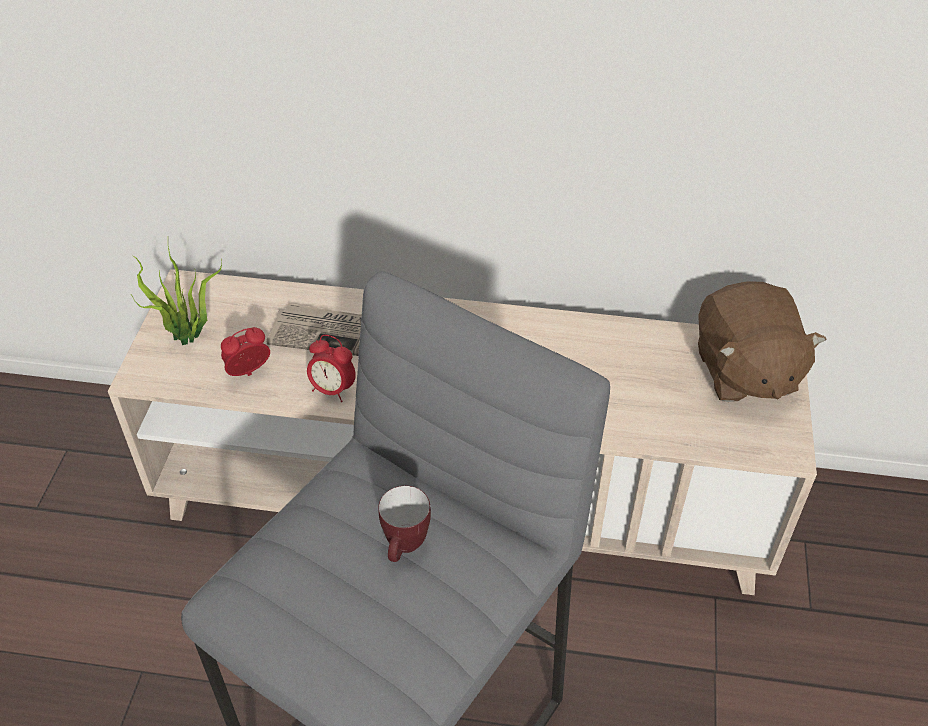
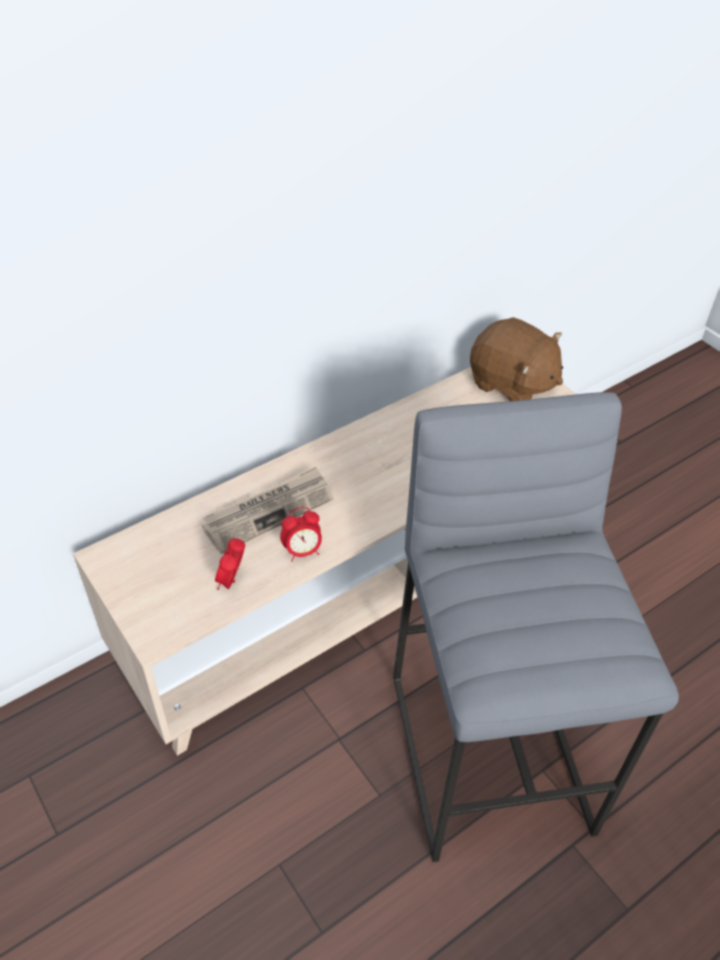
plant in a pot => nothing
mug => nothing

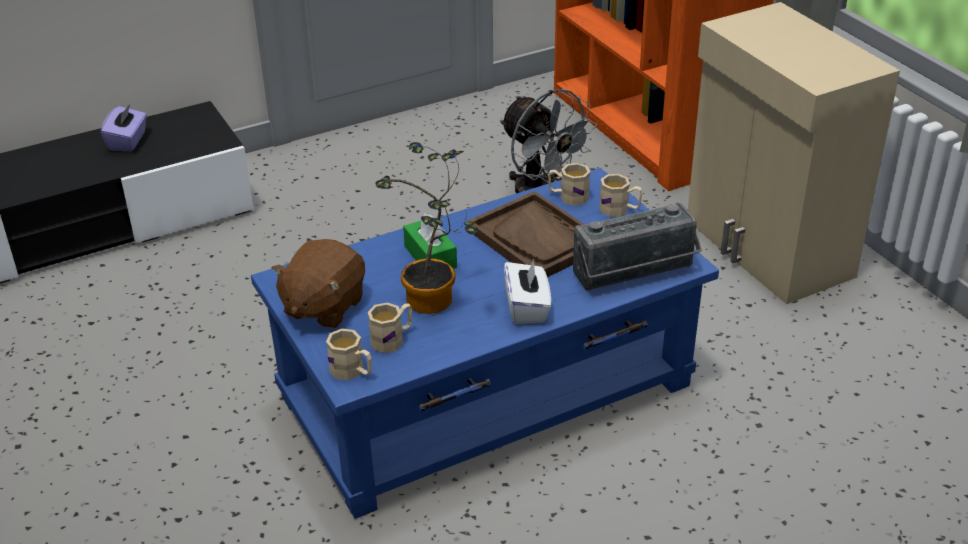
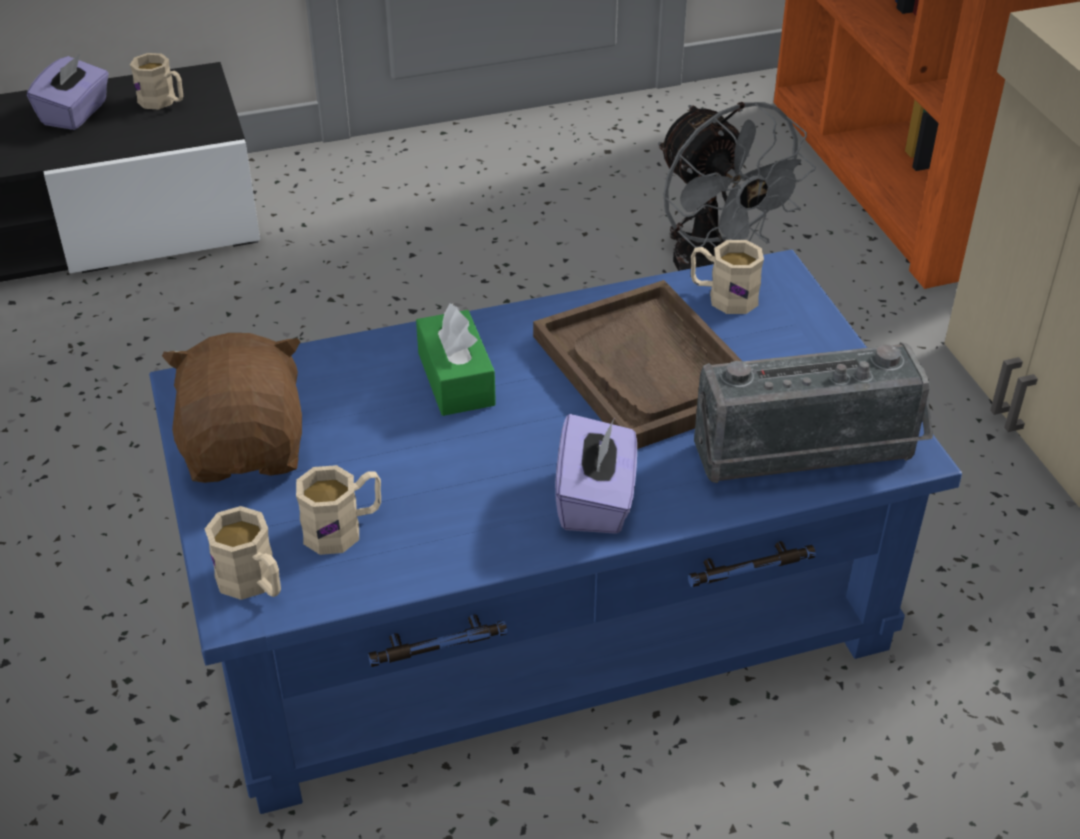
brown-coloured soft toy, 135 degrees clockwise
plant in a pot => nothing
white-coloured tissue holder => purple tissue holder (2nd from left)
beige mug (4th from left in the first image) => beige mug (1st from left), move

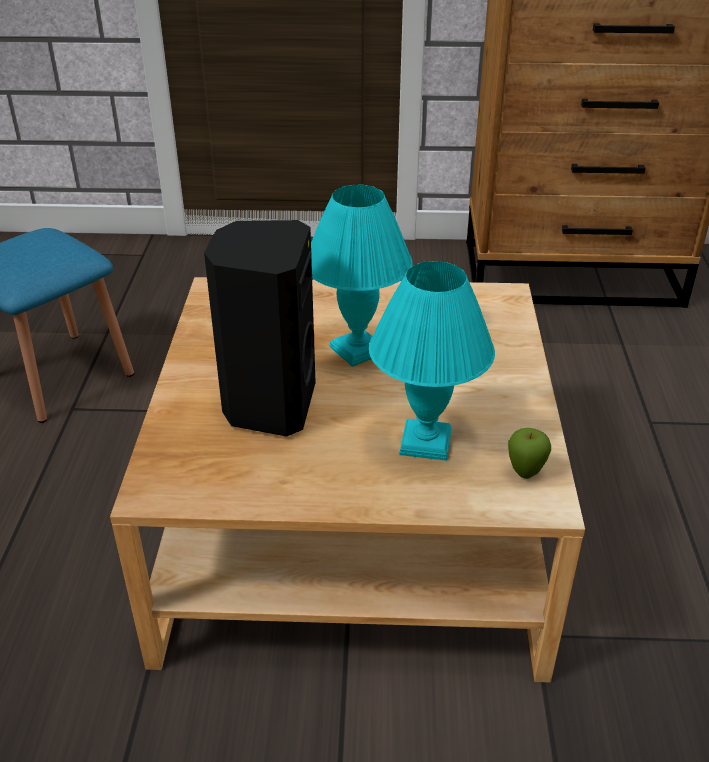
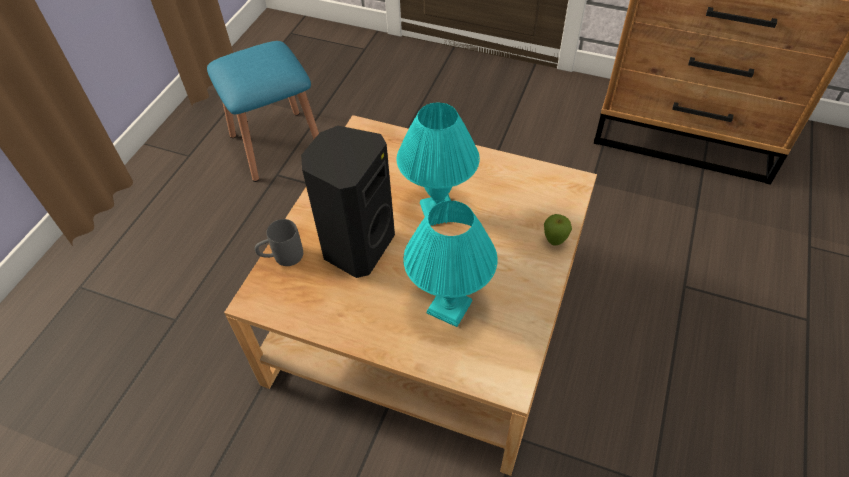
apple, move
nothing => gray mug

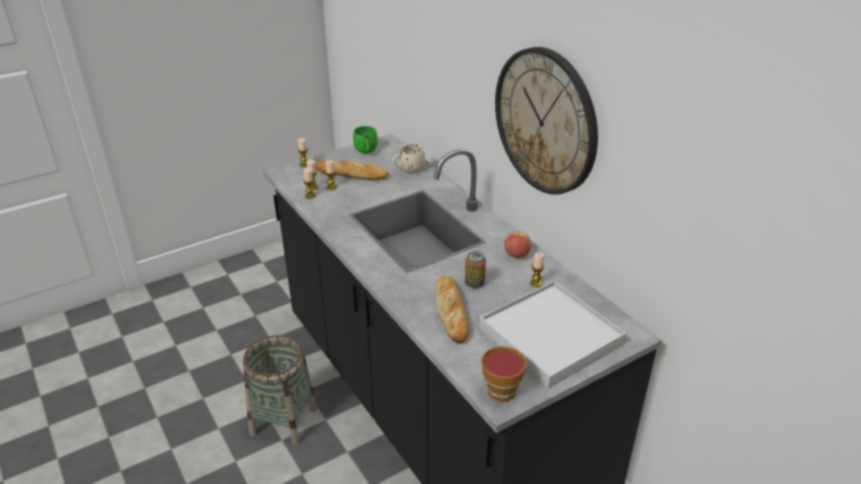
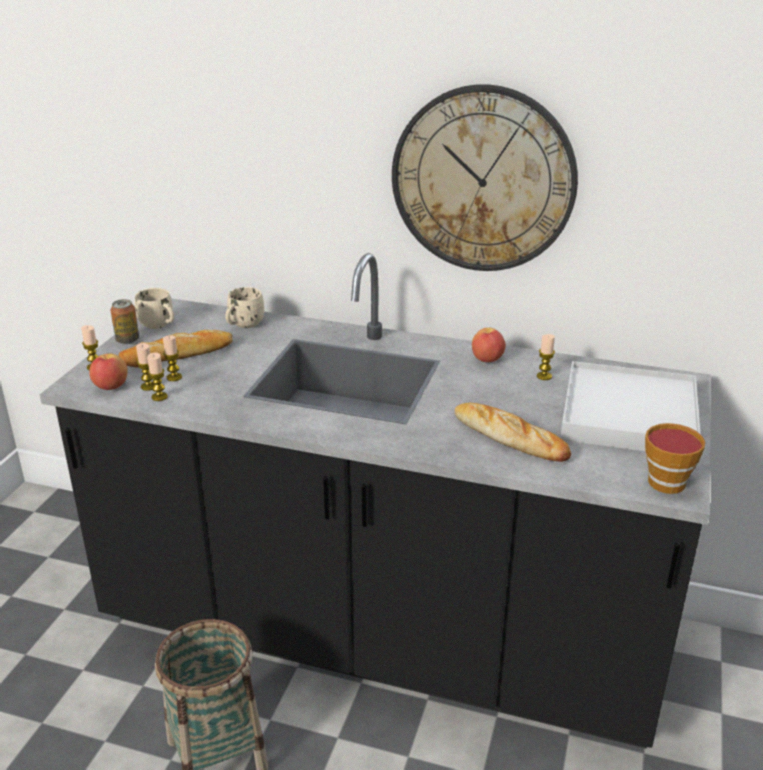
green-coloured mug => beige mug (1st from left)
can, move
nothing => apple (1st from left)

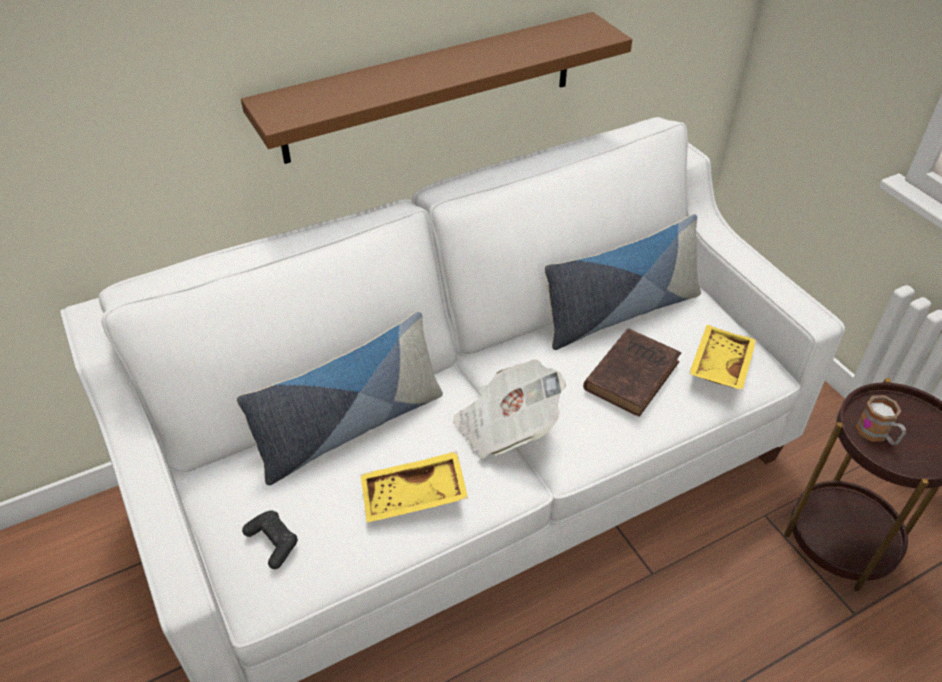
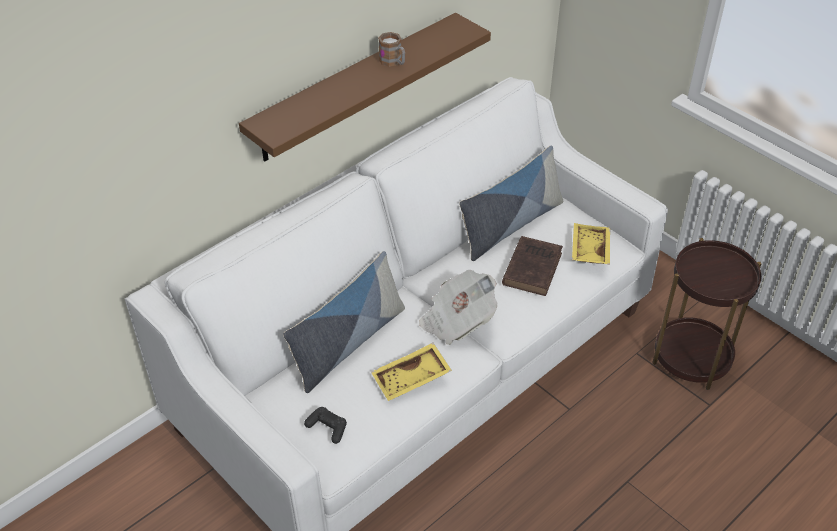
mug, move

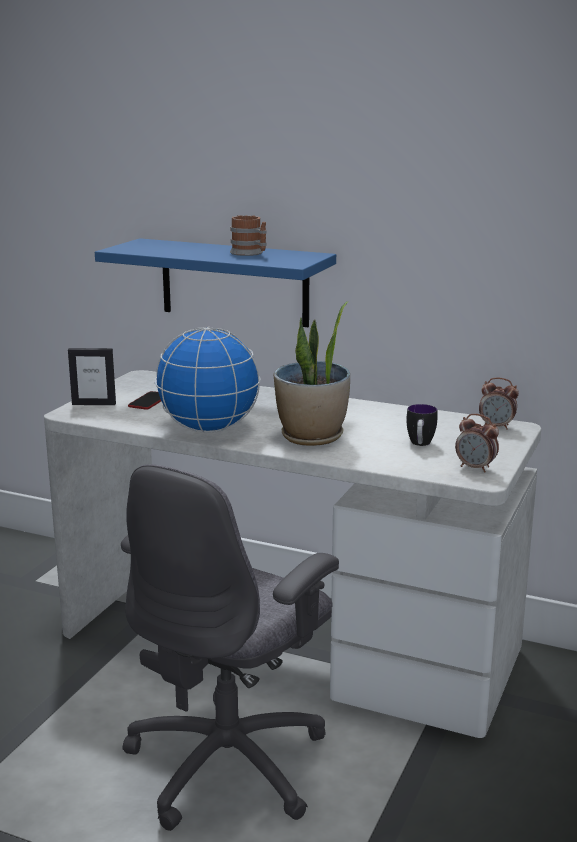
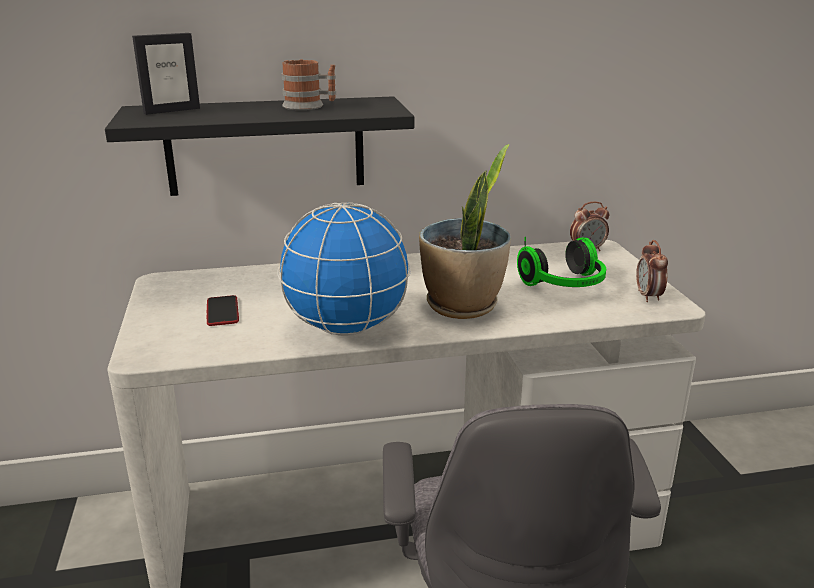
standing frame, move
blue shelf => blackish shelf
mug (2nd from left) => pair of headphones
table clock (1st from left in the first image) => table clock (2nd from left), 90 degrees clockwise

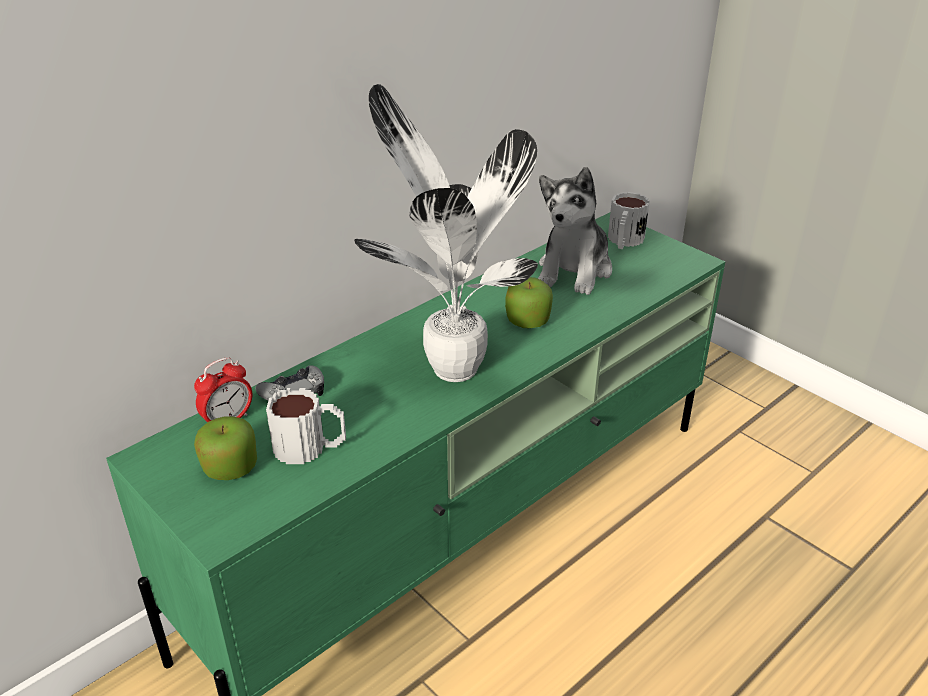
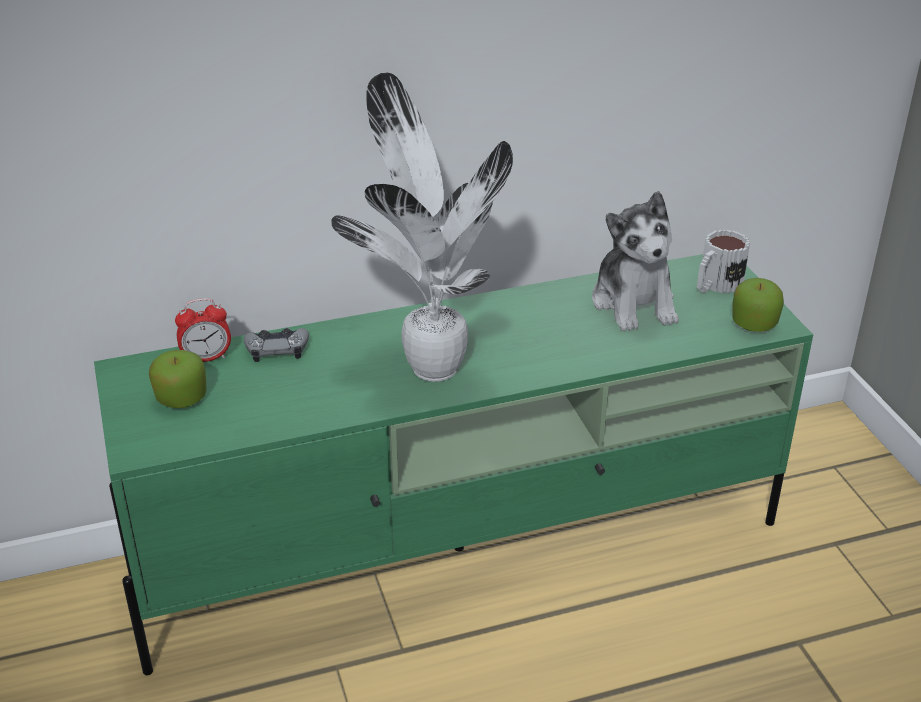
mug (1st from left) => nothing
apple (2nd from left), move
soft toy, 60 degrees counterclockwise

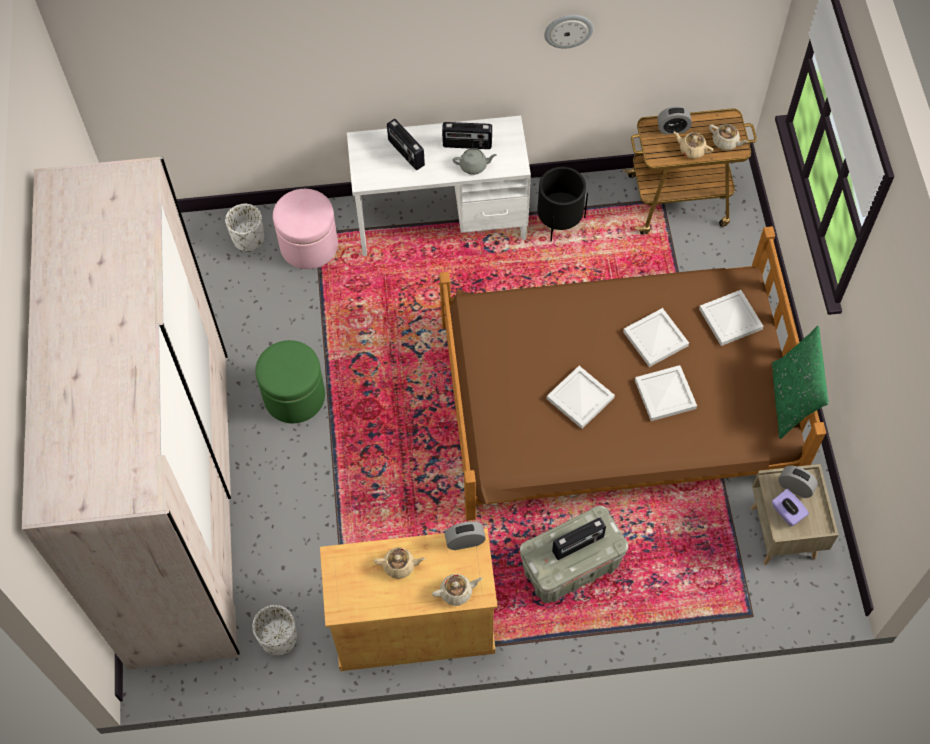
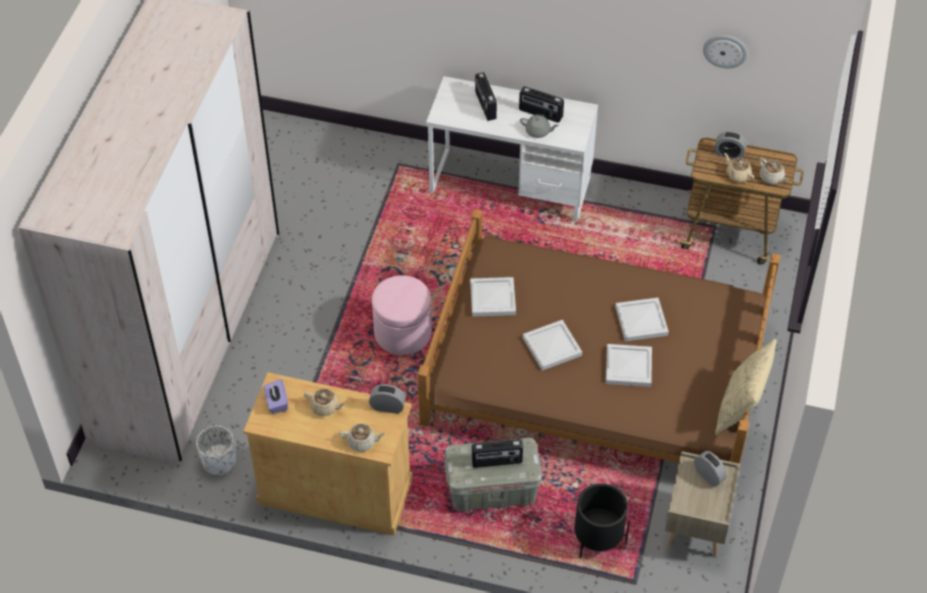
white-coloured planter (1st from left) => nothing
green-coloured footrest => nothing
pink footrest, move
blackish planter, move
clock on the wall, move
white-coloured serving tray (4th from left in the first image) => white-coloured serving tray (1st from left), move
green-coloured throw pillow => beige throw pillow
purple tissue holder, move

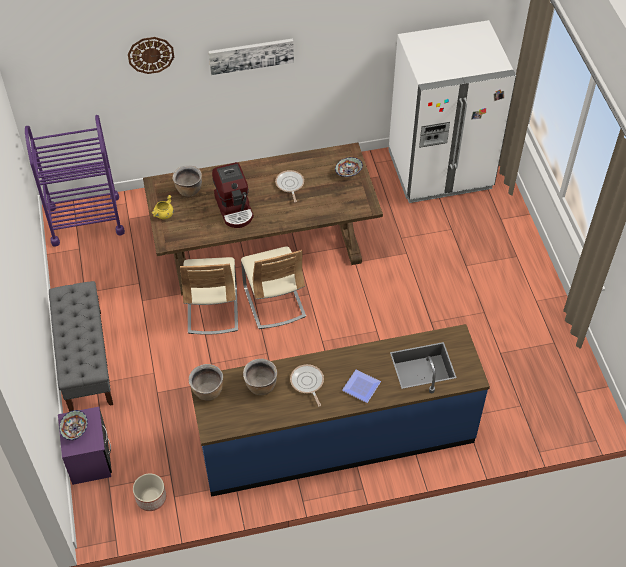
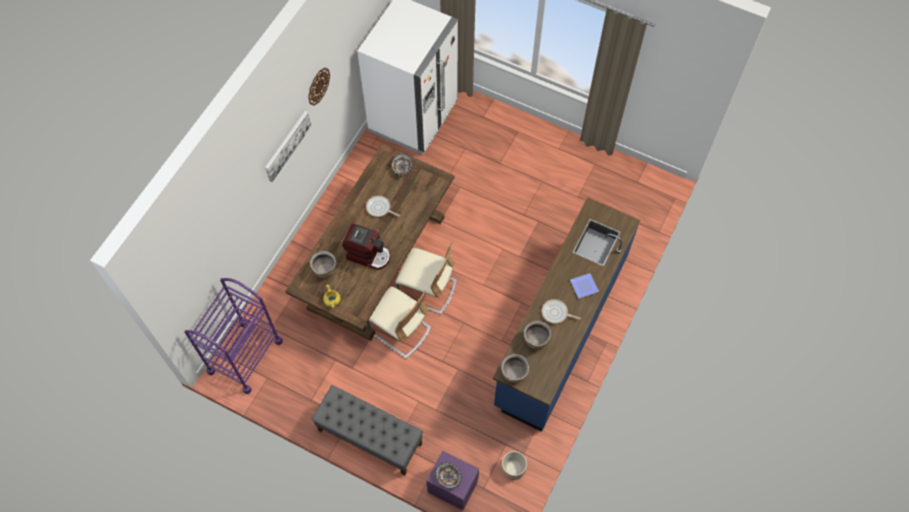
clock on the wall, move

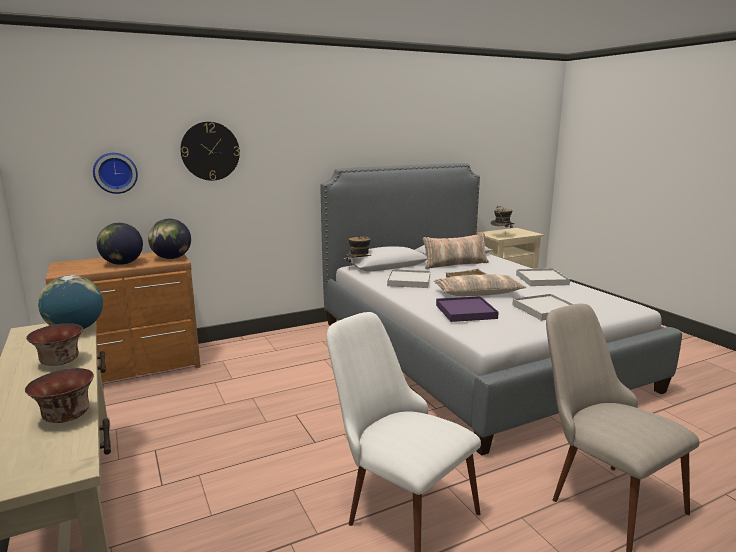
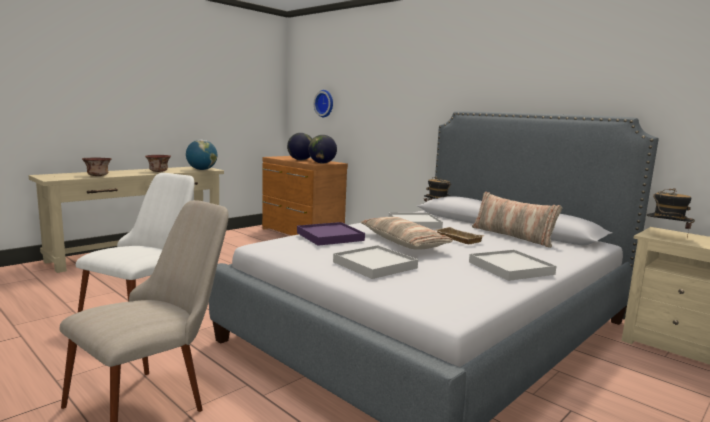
clock on the wall (2nd from left) => nothing

